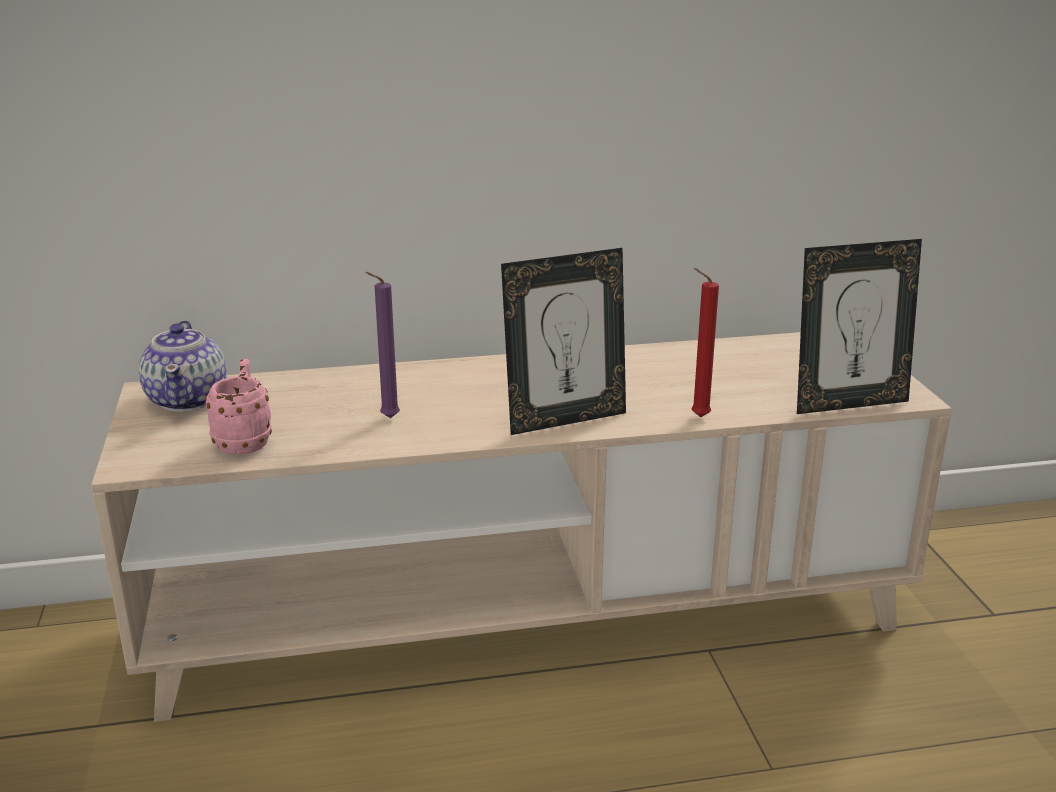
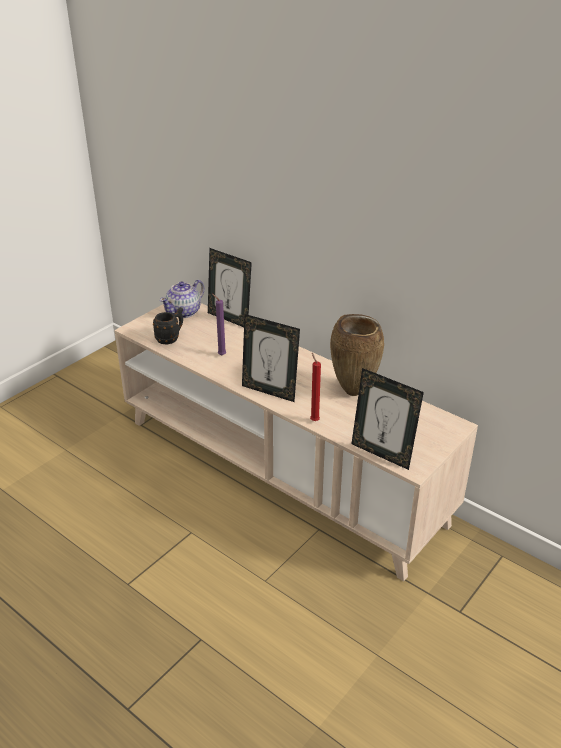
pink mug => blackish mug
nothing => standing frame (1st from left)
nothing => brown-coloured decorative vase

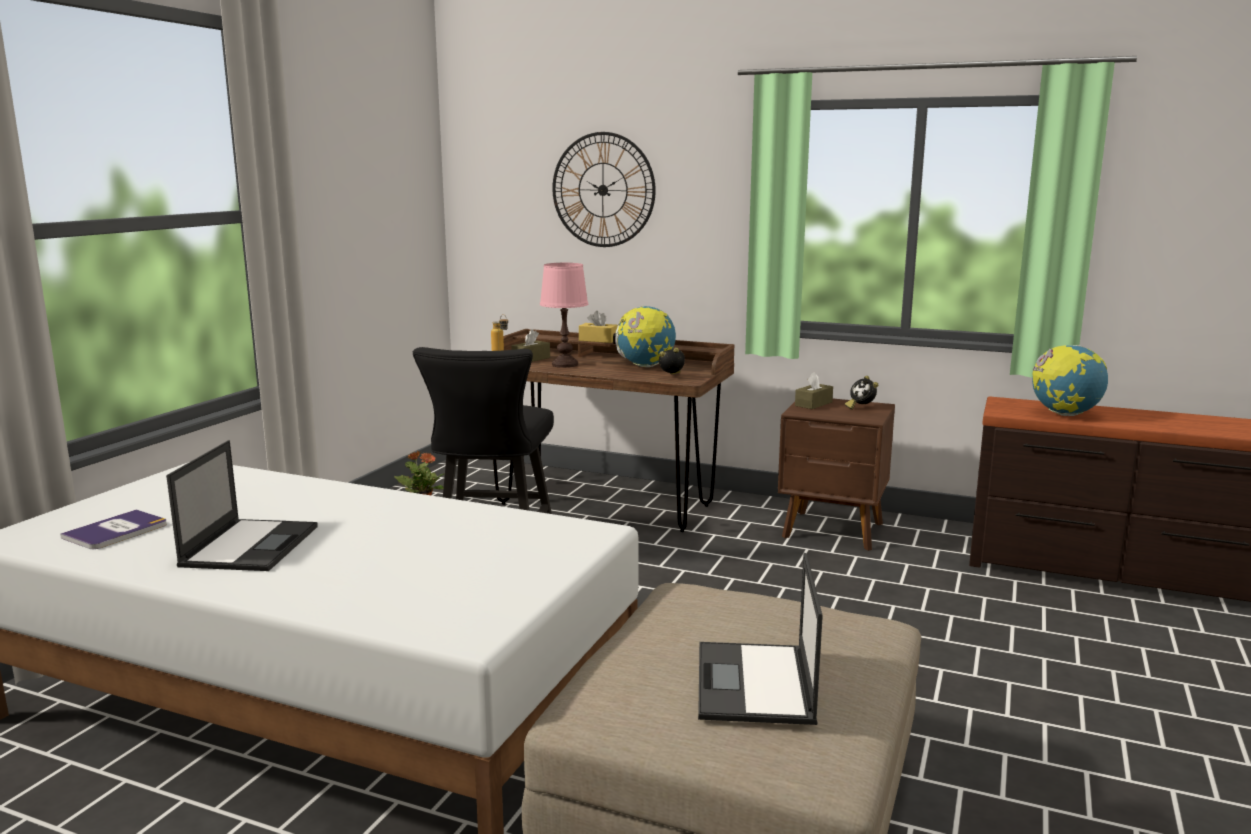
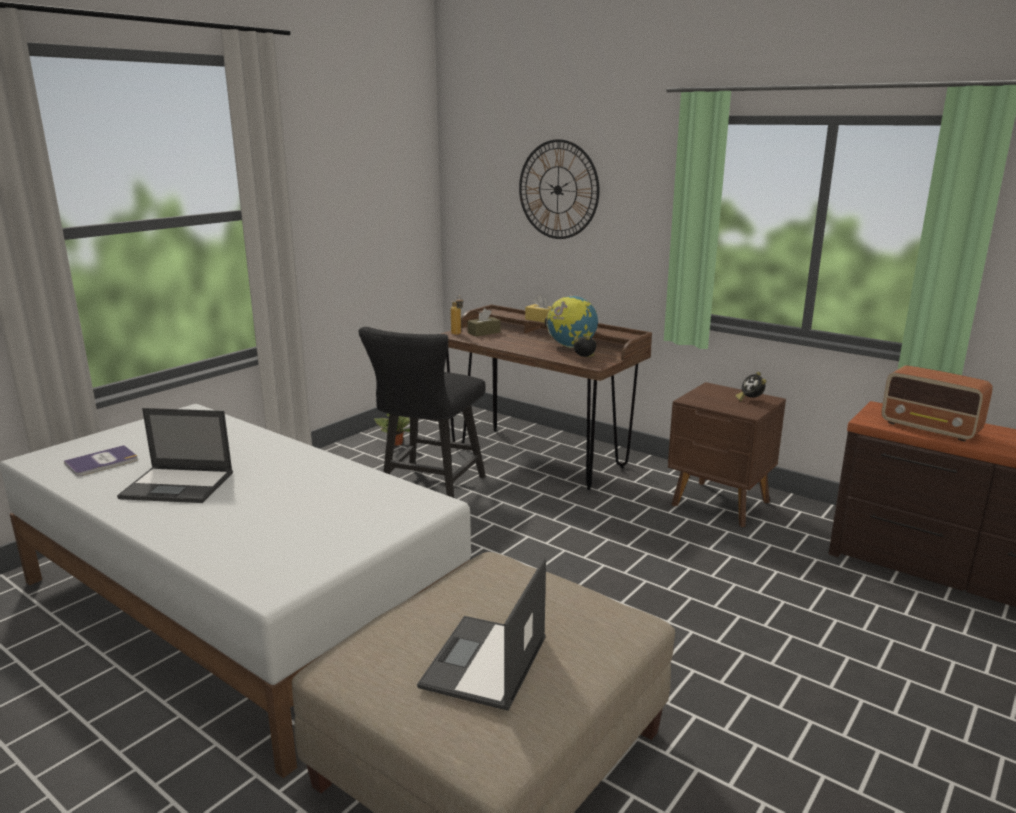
portable computer (1st from left), 75 degrees clockwise
pink table lamp => nothing
brown-coloured tissue holder (2nd from left) => nothing
globe (2nd from left) => radio

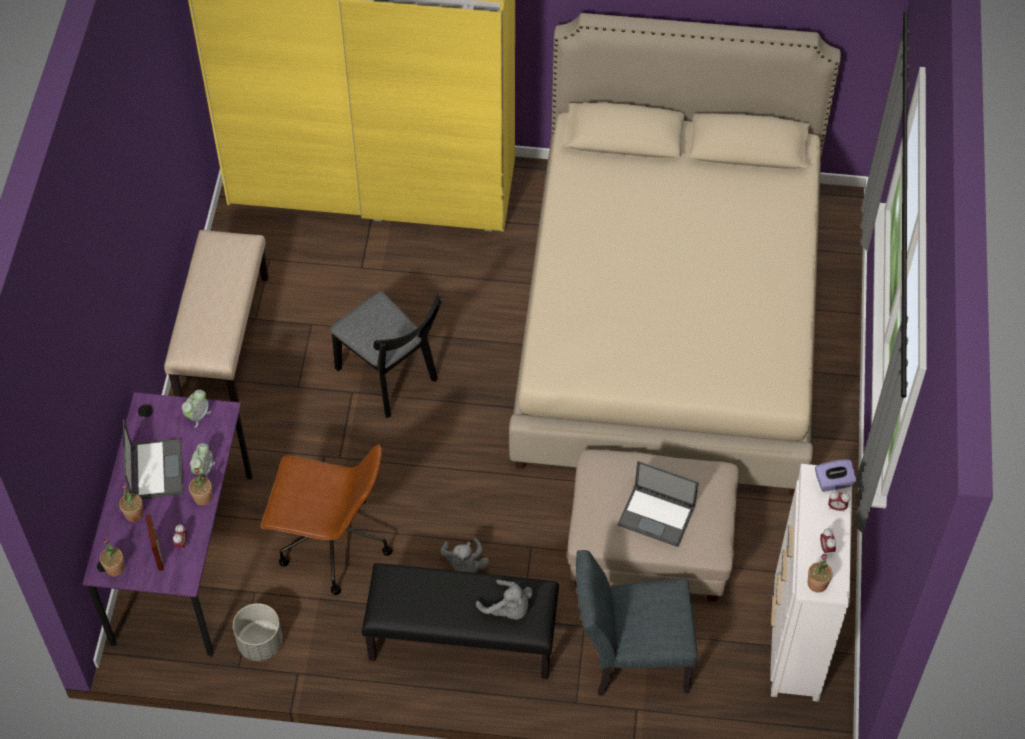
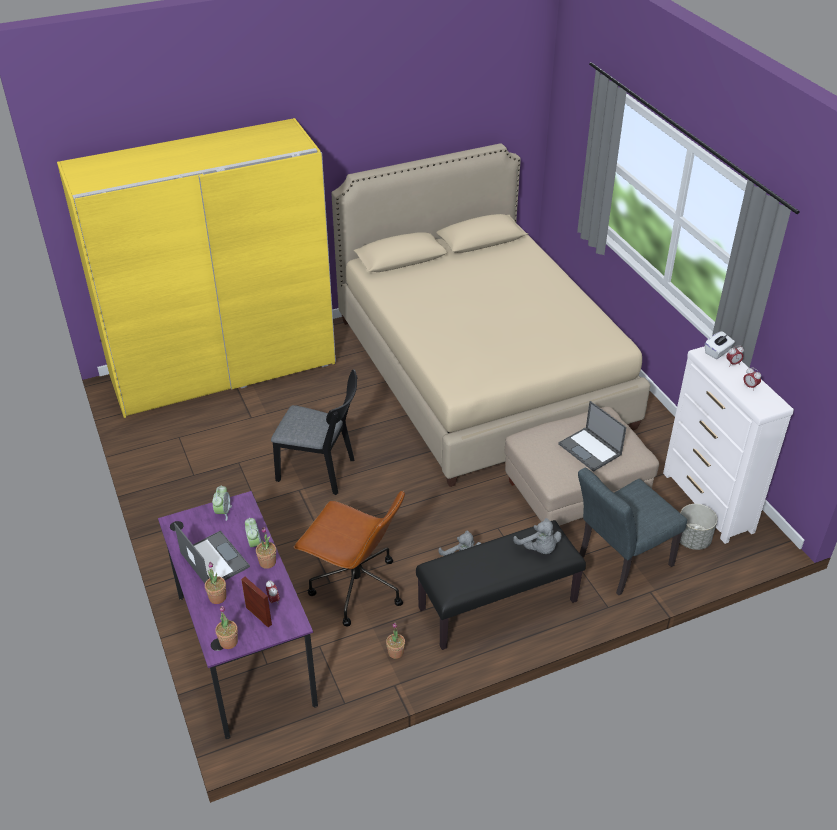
beige indoor bench => nothing
gray planter, move
brown-coloured office chair, 45 degrees clockwise
gray soft toy (2nd from left), 45 degrees clockwise
portable computer (2nd from left), 60 degrees clockwise
plant in a pot (4th from left), move
purple tissue holder => white-coloured tissue holder

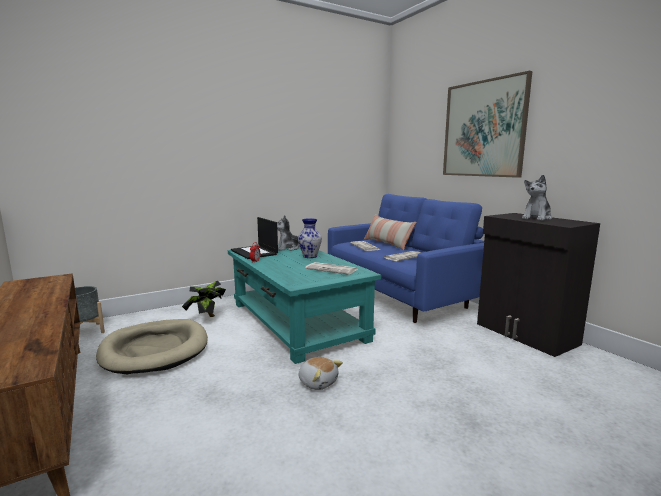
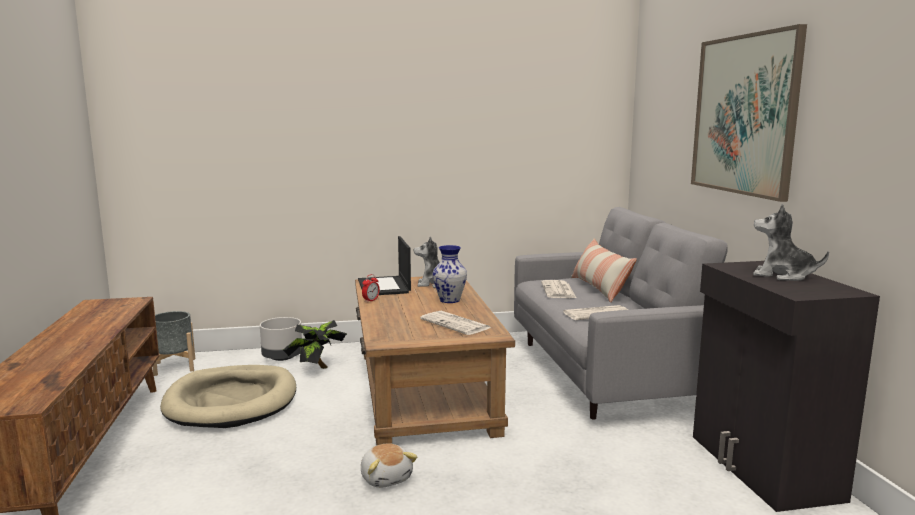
blue-green lounge table => brown-coloured lounge table
blue couch => gray couch
soft toy (3rd from left), 60 degrees clockwise
nothing => gray planter (2nd from left)

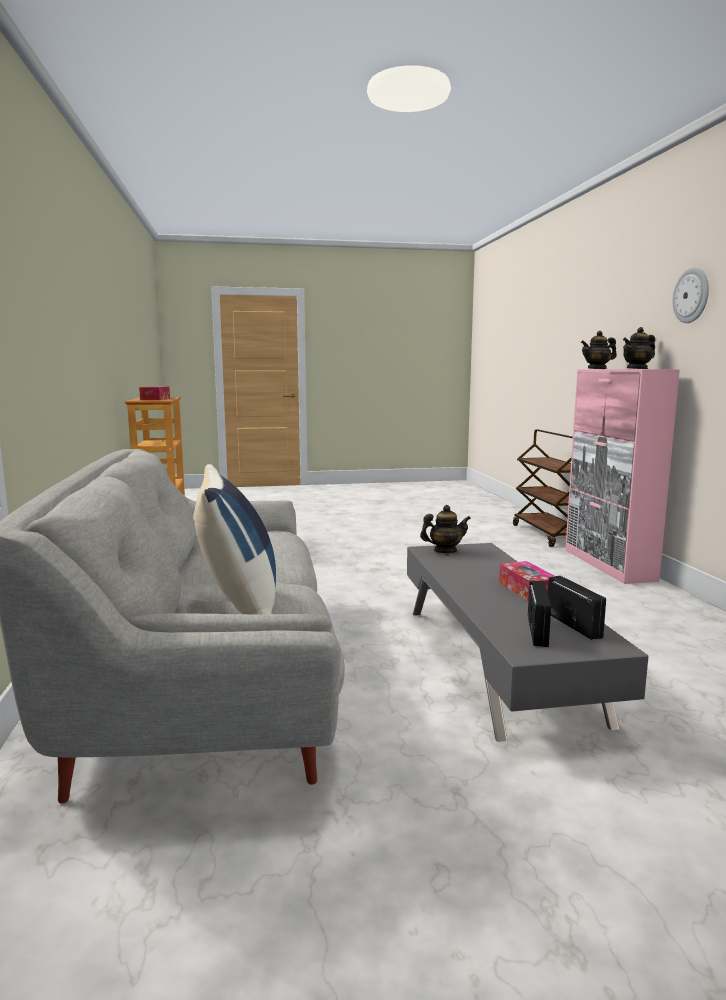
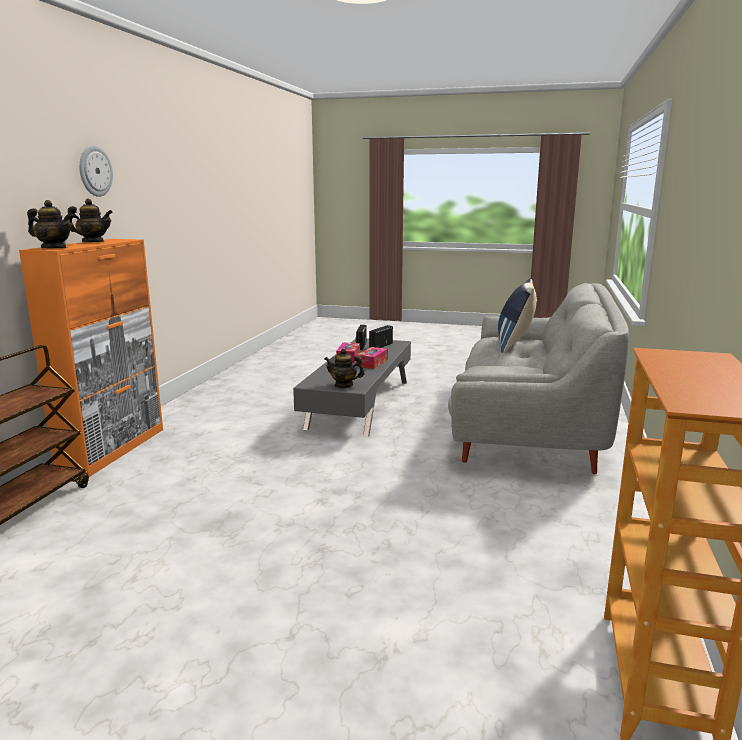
tissue holder (1st from left in the first image) => tissue holder (2nd from left), move
pink cupboard => orangey cupboard

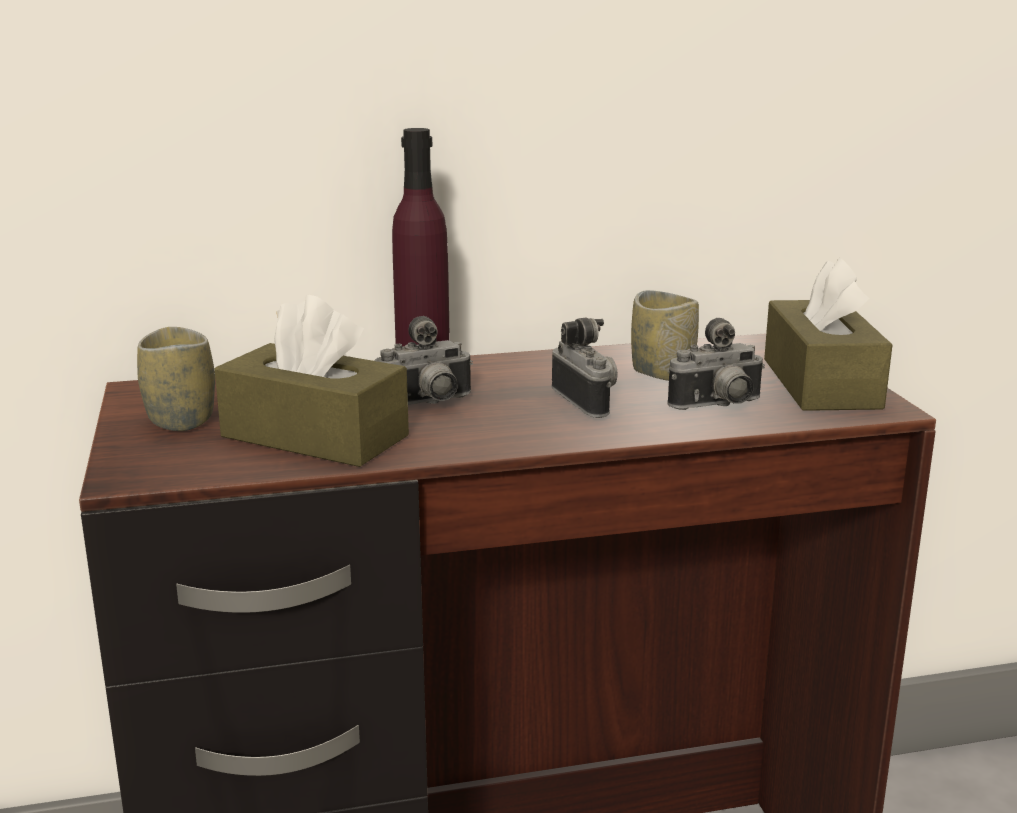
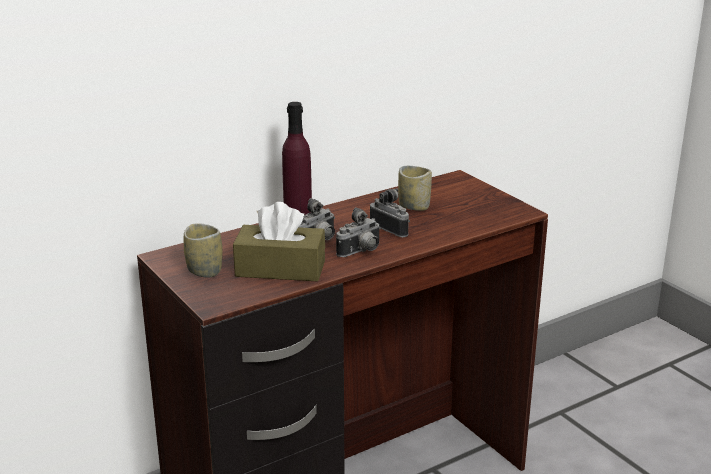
still camera (3rd from left in the first image) => still camera (2nd from left), move
brown-coloured tissue holder (2nd from left) => nothing

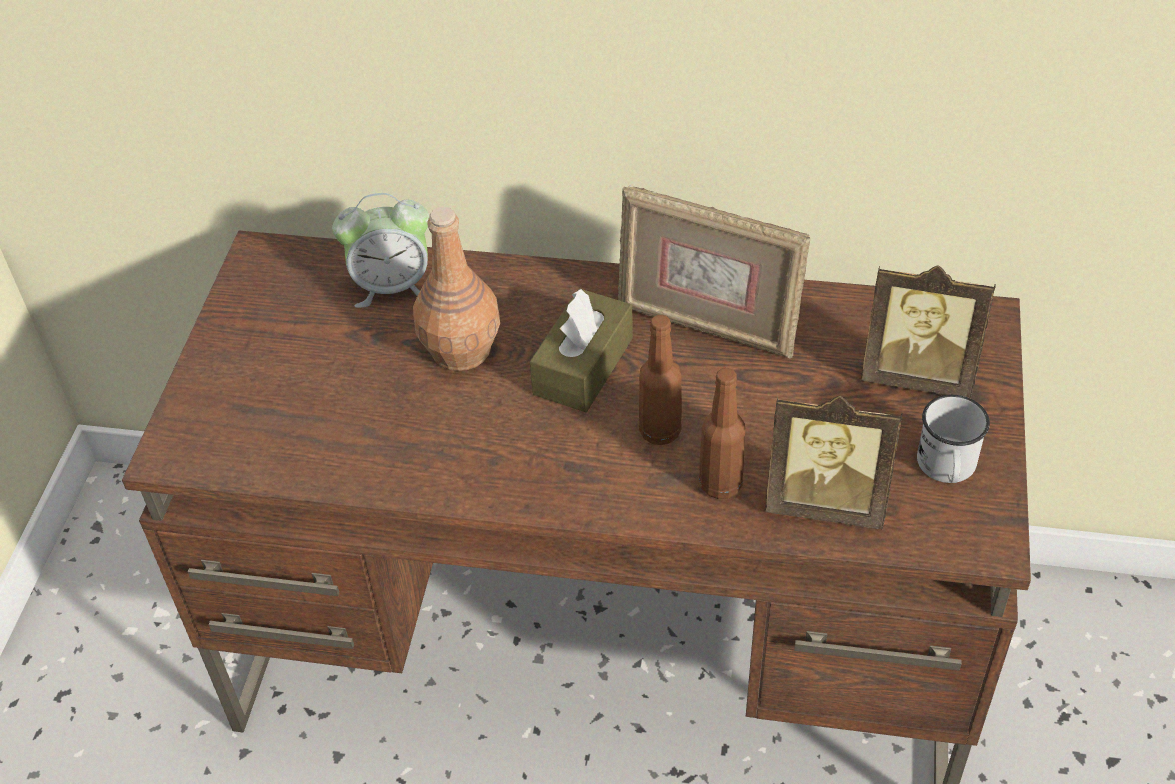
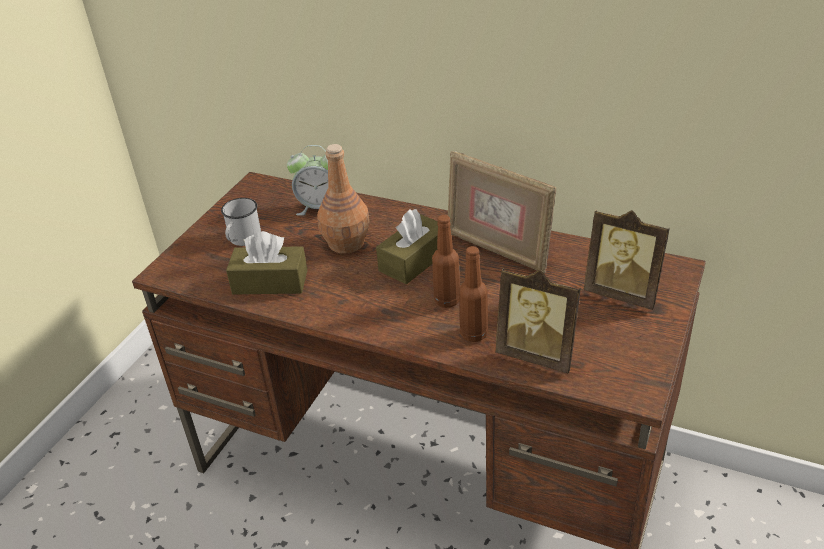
white-coloured mug, move
nothing => brown-coloured tissue holder (1st from left)

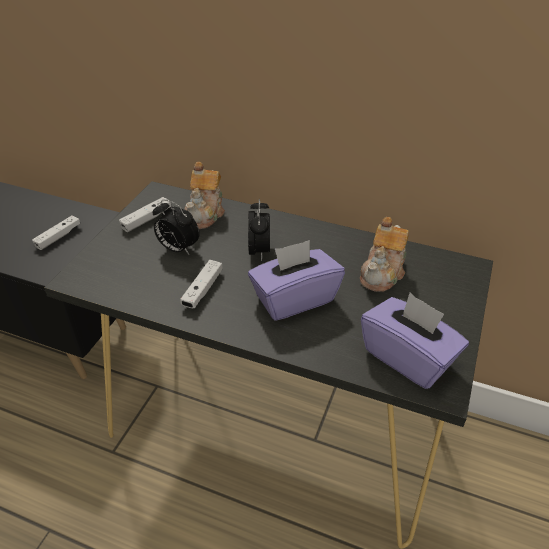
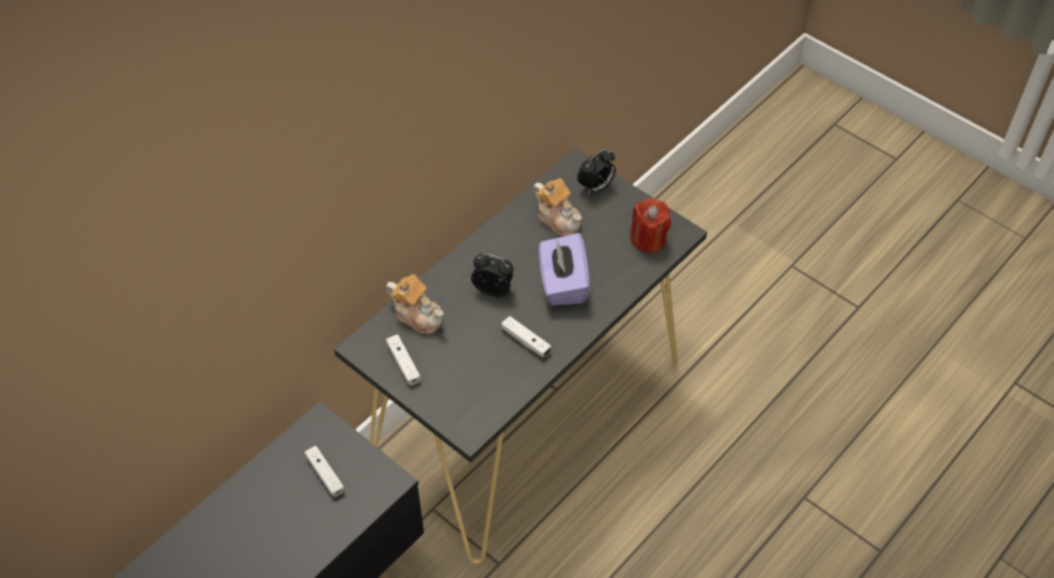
table clock (1st from left in the first image) => table clock (2nd from left), move
purple tissue holder (2nd from left) => reddish candle

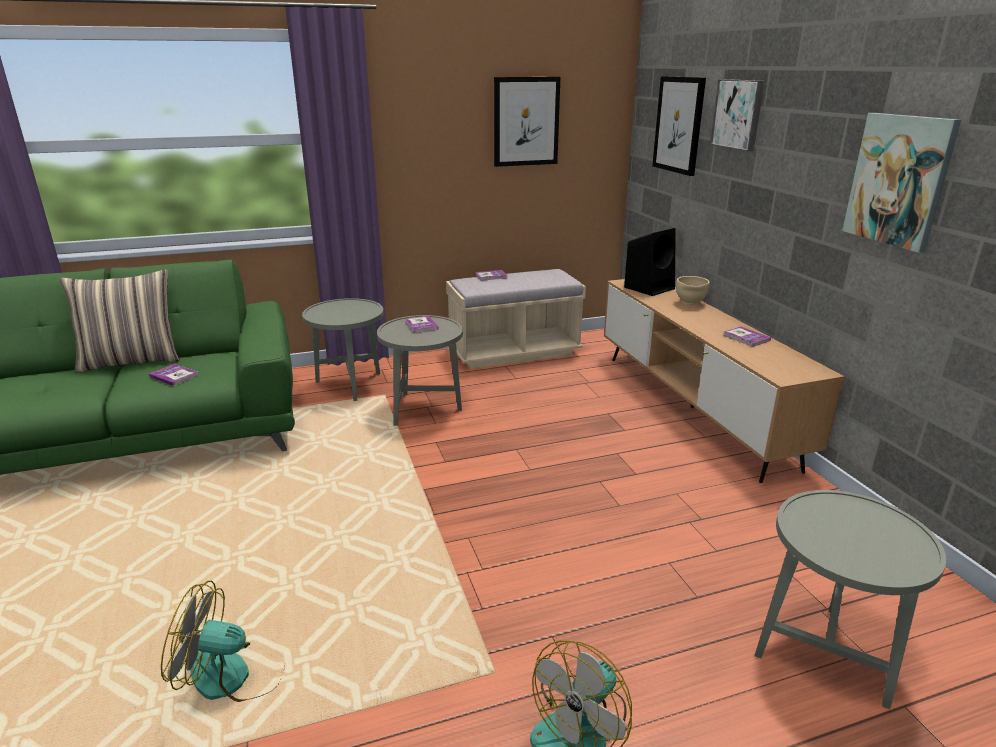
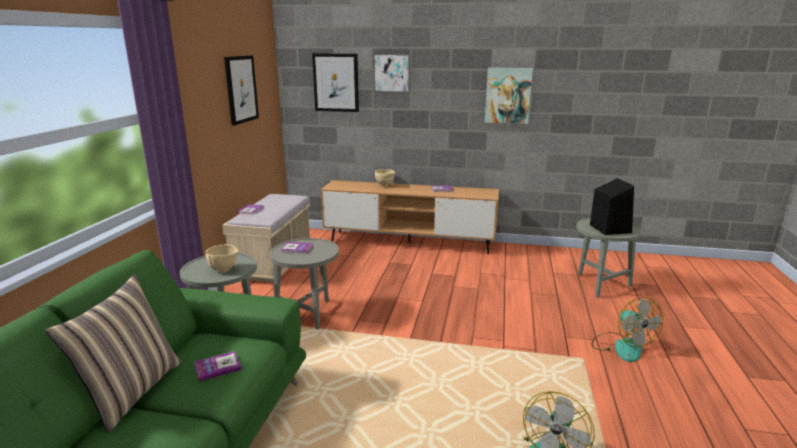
blackish speaker, move
nothing => beige serving bowl (1st from left)

